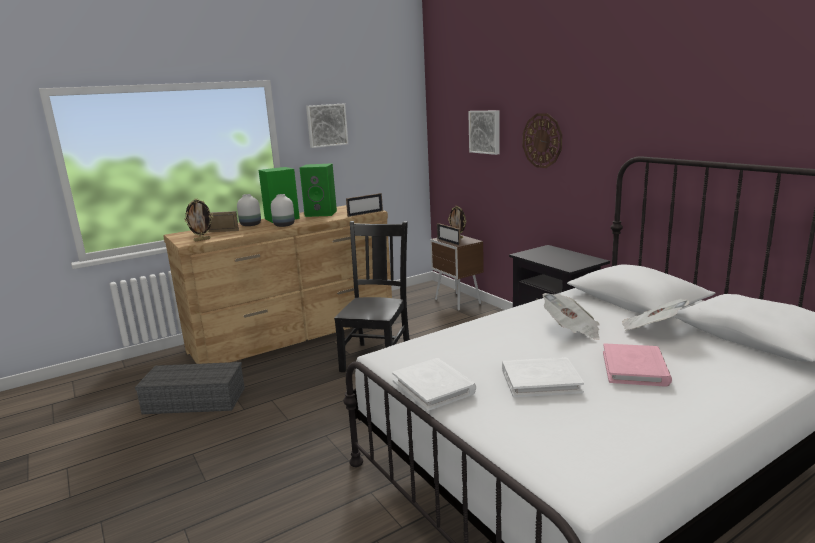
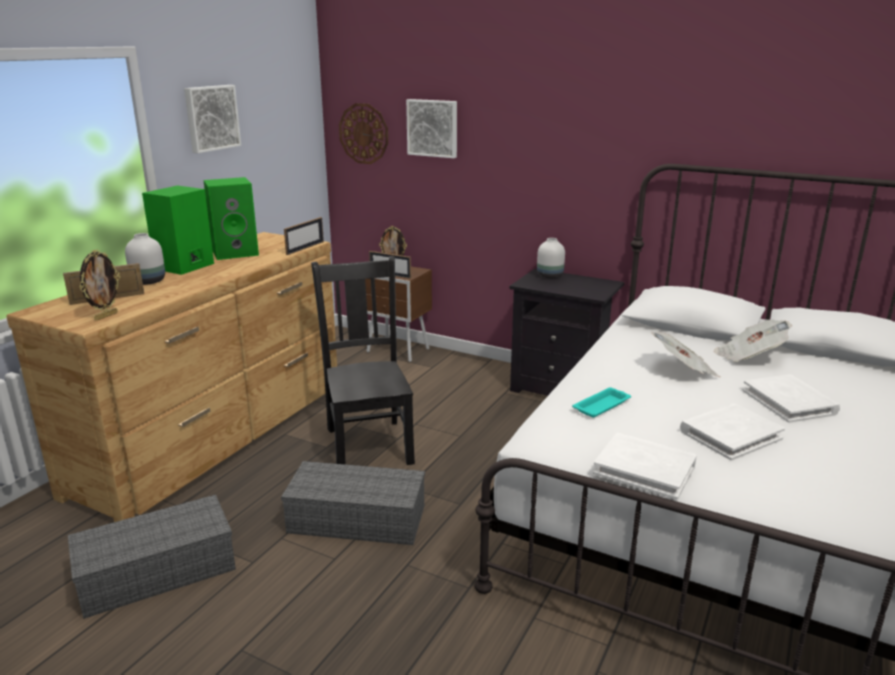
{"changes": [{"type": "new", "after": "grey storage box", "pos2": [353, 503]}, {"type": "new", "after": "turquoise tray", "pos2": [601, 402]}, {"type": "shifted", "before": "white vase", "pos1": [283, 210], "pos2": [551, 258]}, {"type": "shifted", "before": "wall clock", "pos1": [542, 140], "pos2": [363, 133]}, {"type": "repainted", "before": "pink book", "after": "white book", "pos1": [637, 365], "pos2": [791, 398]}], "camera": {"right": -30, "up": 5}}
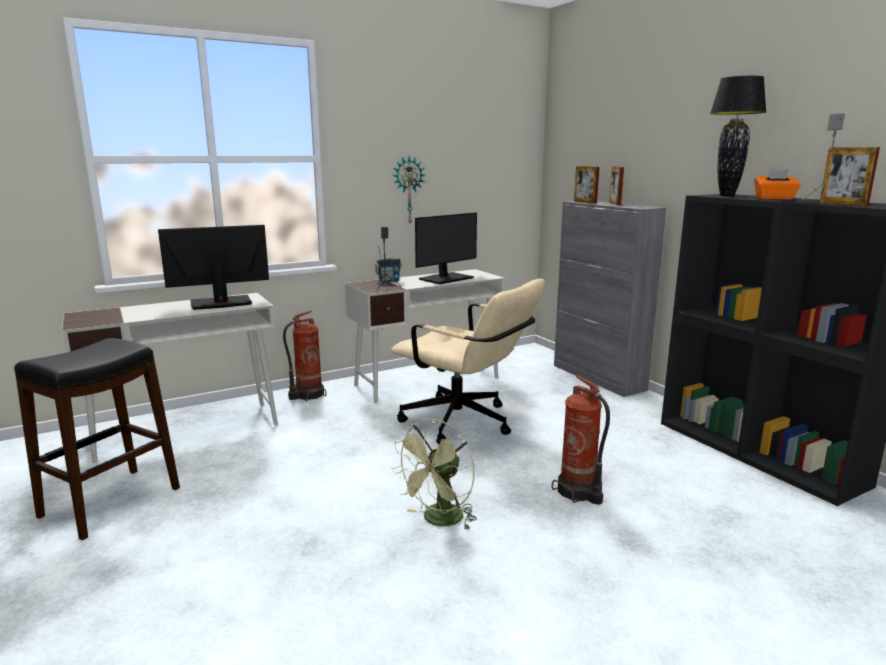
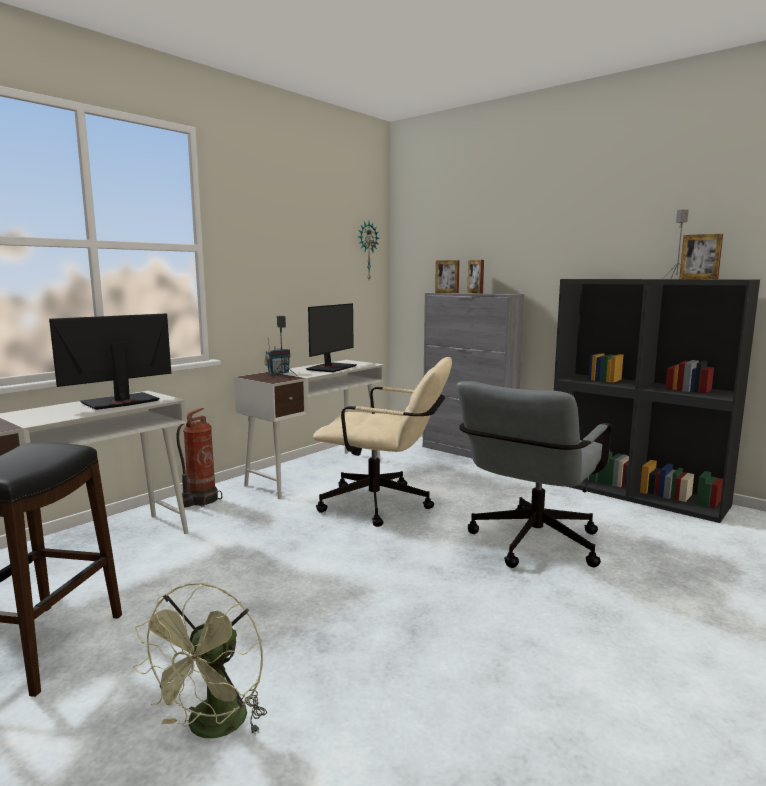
{"changes": [{"type": "gone", "before": "black table lamp", "pos1": [738, 136]}, {"type": "gone", "before": "orange tissue box", "pos1": [777, 184]}, {"type": "shifted", "before": "green fan", "pos1": [434, 474], "pos2": [200, 660]}, {"type": "shifted", "before": "wall clock", "pos1": [408, 189], "pos2": [369, 250]}, {"type": "swapped", "before": "fire extinguisher", "after": "grey office chair", "pos1": [581, 440], "pos2": [533, 474]}], "camera": {"right": -20, "up": -5}}
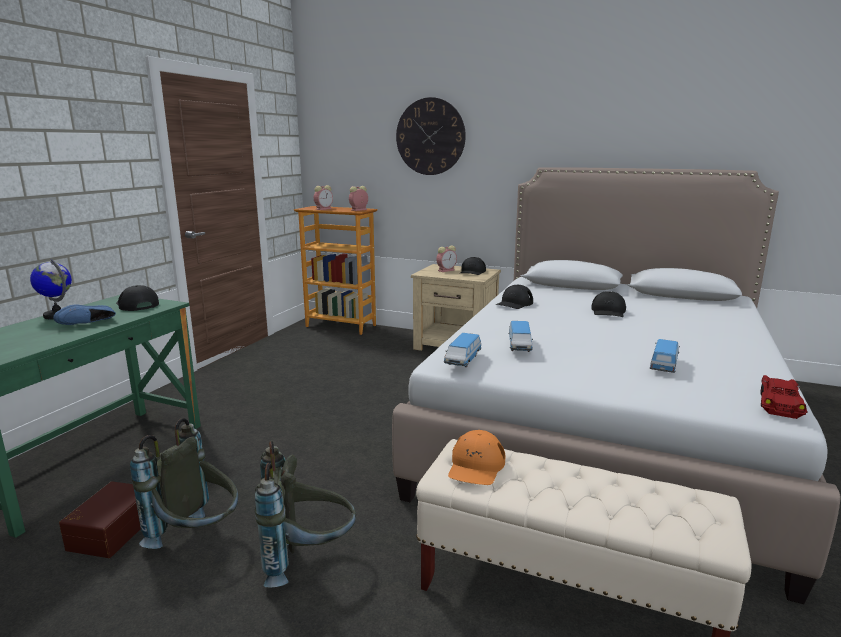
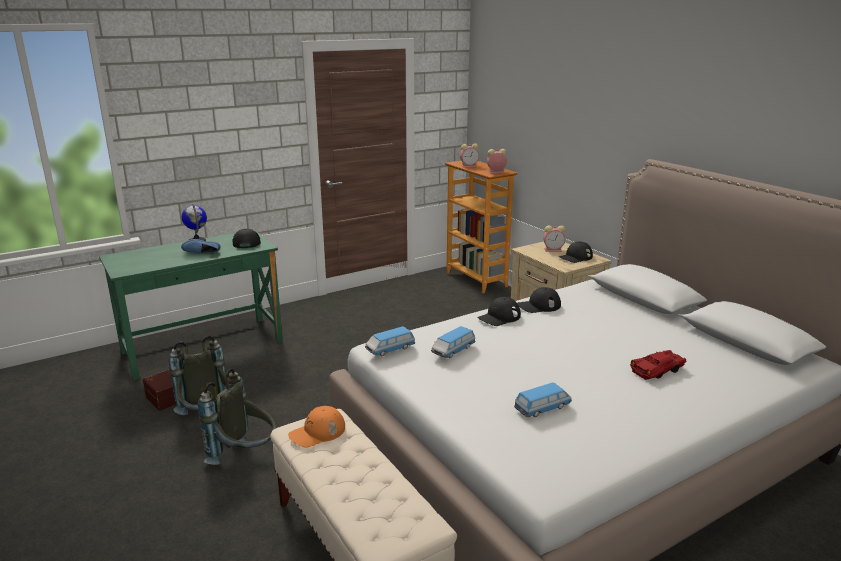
{"changes": [{"type": "gone", "before": "wall clock", "pos1": [431, 136]}, {"type": "shifted", "before": "black cap", "pos1": [608, 304], "pos2": [499, 311]}, {"type": "shifted", "before": "red toy car", "pos1": [784, 397], "pos2": [658, 365]}], "camera": {"right": 35, "up": 5}}
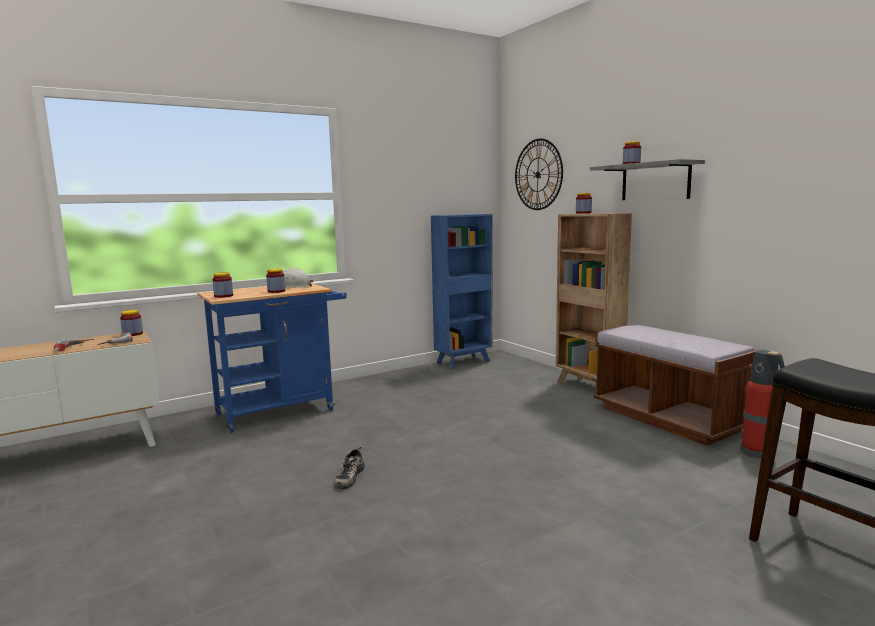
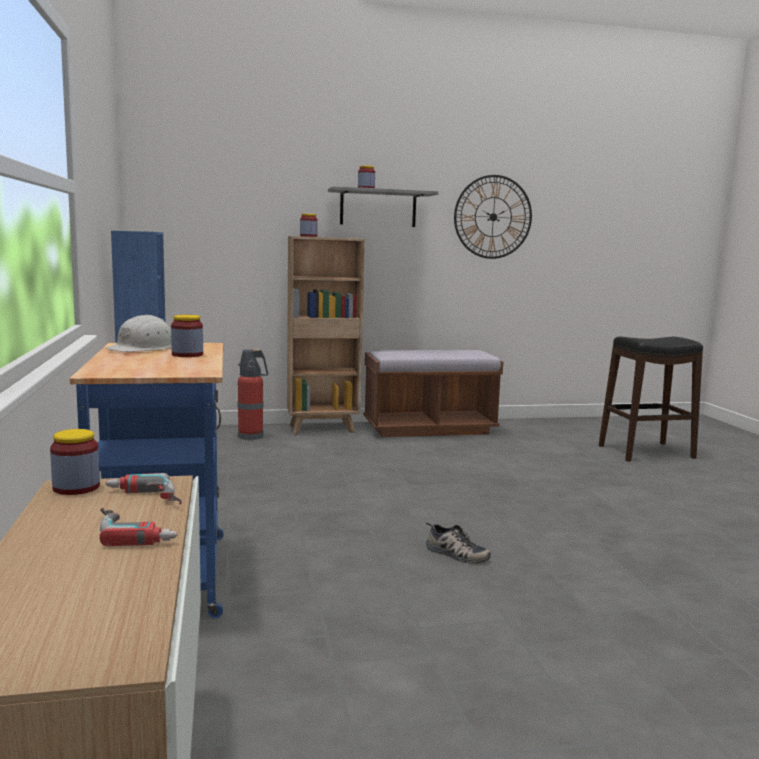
{"changes": [{"type": "gone", "before": "jar", "pos1": [223, 285]}, {"type": "shifted", "before": "wall clock", "pos1": [539, 174], "pos2": [493, 217]}, {"type": "shifted", "before": "fire extinguisher", "pos1": [762, 404], "pos2": [253, 394]}], "camera": {"right": -70, "up": 0}}
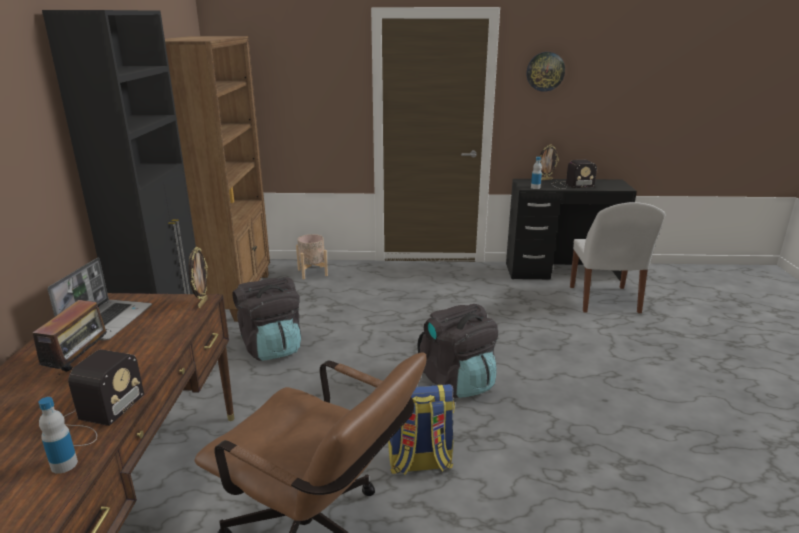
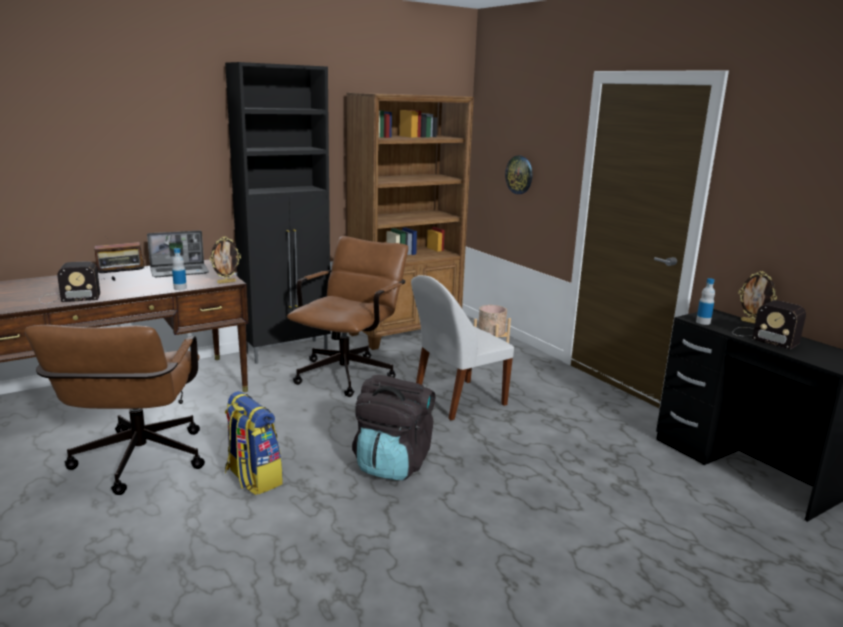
{"changes": [{"type": "shifted", "before": "bottle", "pos1": [58, 435], "pos2": [179, 269]}, {"type": "shifted", "before": "wall clock", "pos1": [546, 72], "pos2": [518, 174]}, {"type": "shifted", "before": "white chair", "pos1": [617, 257], "pos2": [462, 347]}, {"type": "swapped", "before": "black backpack", "after": "brown office chair", "pos1": [266, 319], "pos2": [347, 316]}], "camera": {"right": 55, "up": -5}}
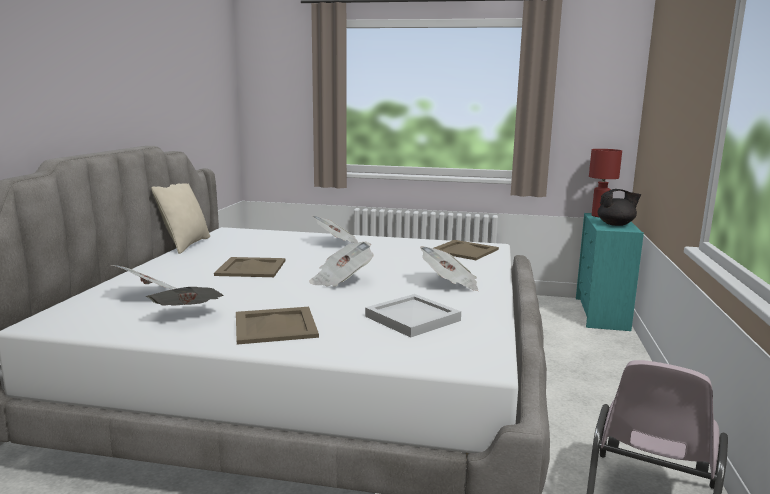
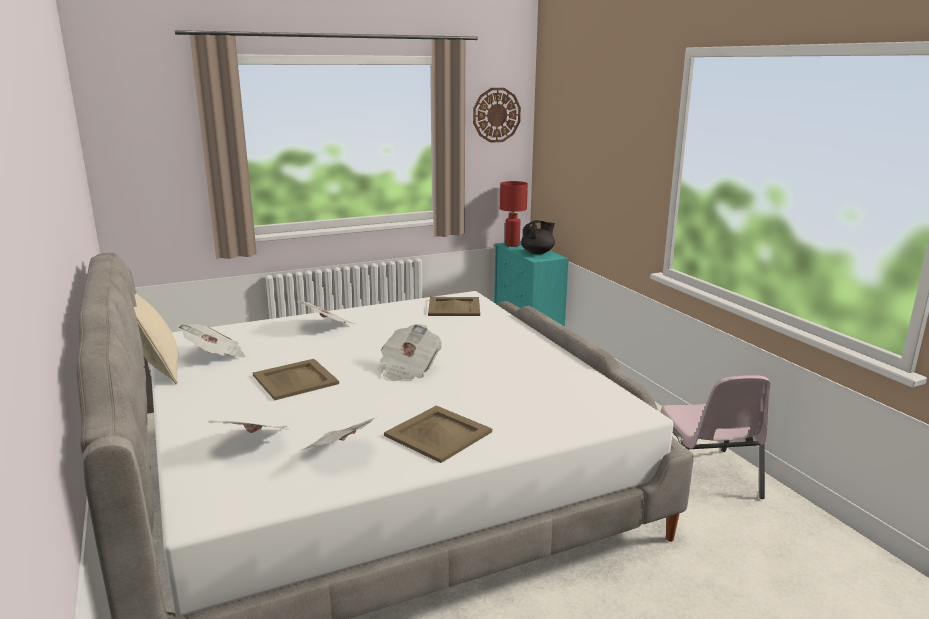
{"changes": [{"type": "gone", "before": "white tray", "pos1": [413, 315]}, {"type": "new", "after": "wall clock", "pos2": [497, 115]}, {"type": "shifted", "before": "newspaper", "pos1": [449, 268], "pos2": [211, 340]}], "camera": {"right": -35, "up": 5}}
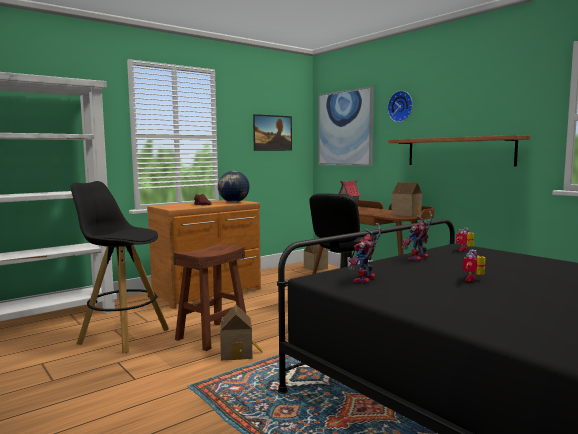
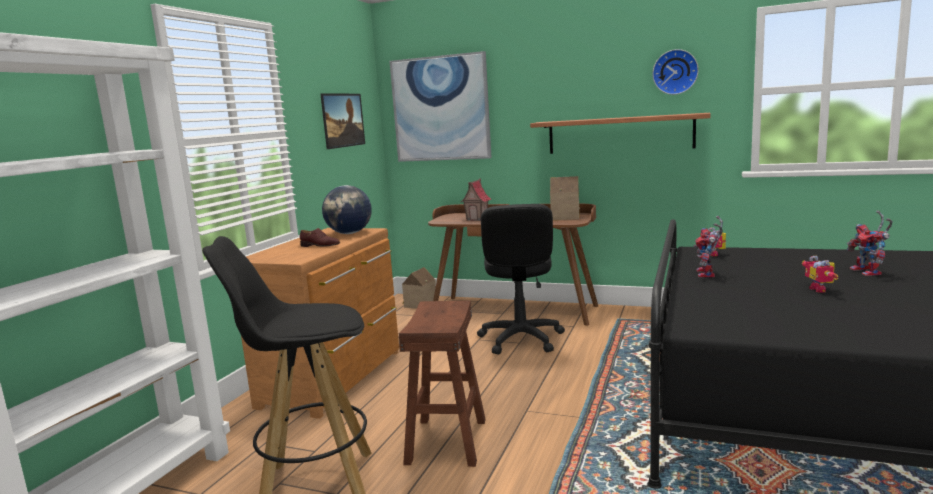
{"changes": [{"type": "gone", "before": "toy house", "pos1": [241, 332]}, {"type": "shifted", "before": "toy robot", "pos1": [364, 253], "pos2": [870, 243]}, {"type": "shifted", "before": "wall clock", "pos1": [400, 106], "pos2": [675, 72]}], "camera": {"right": -30, "up": 5}}
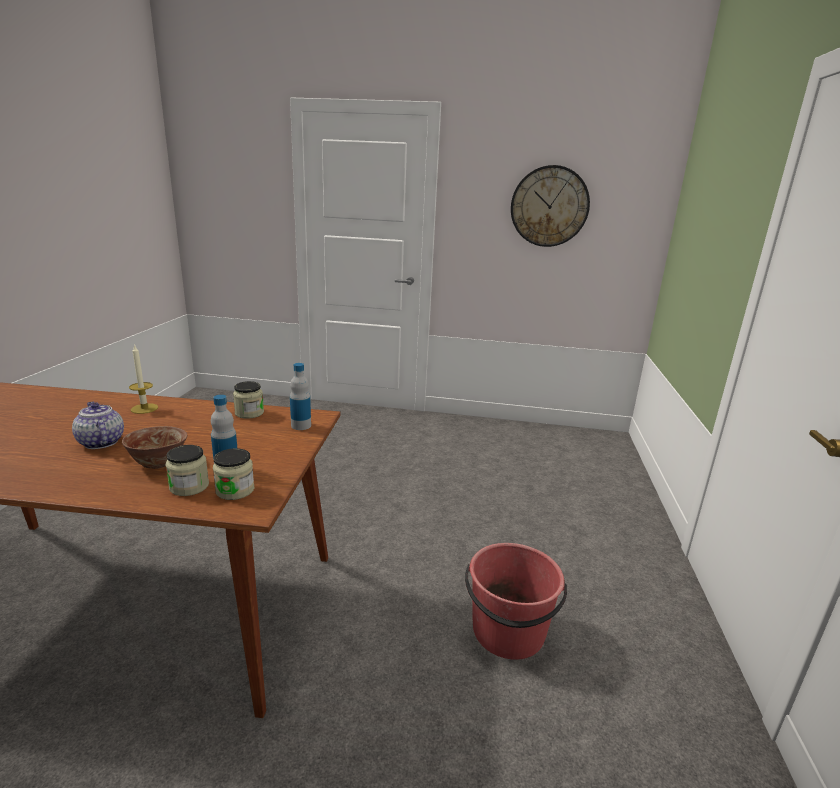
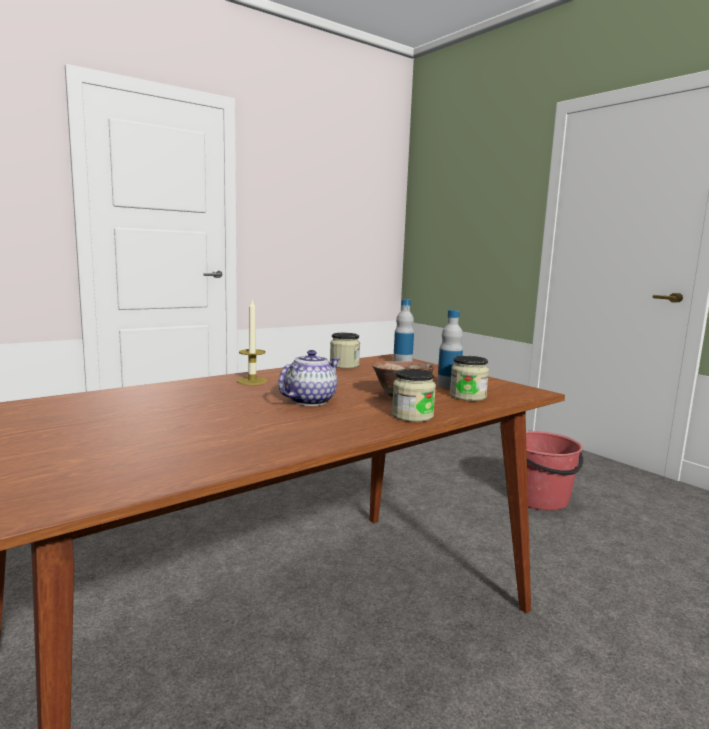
{"changes": [{"type": "gone", "before": "wall clock", "pos1": [550, 206]}, {"type": "shifted", "before": "jar", "pos1": [233, 474], "pos2": [414, 395]}, {"type": "rotated", "before": "teapot", "pos1": [98, 425], "pos2": [309, 378], "turn": 120}], "camera": {"right": -45, "up": -10}}
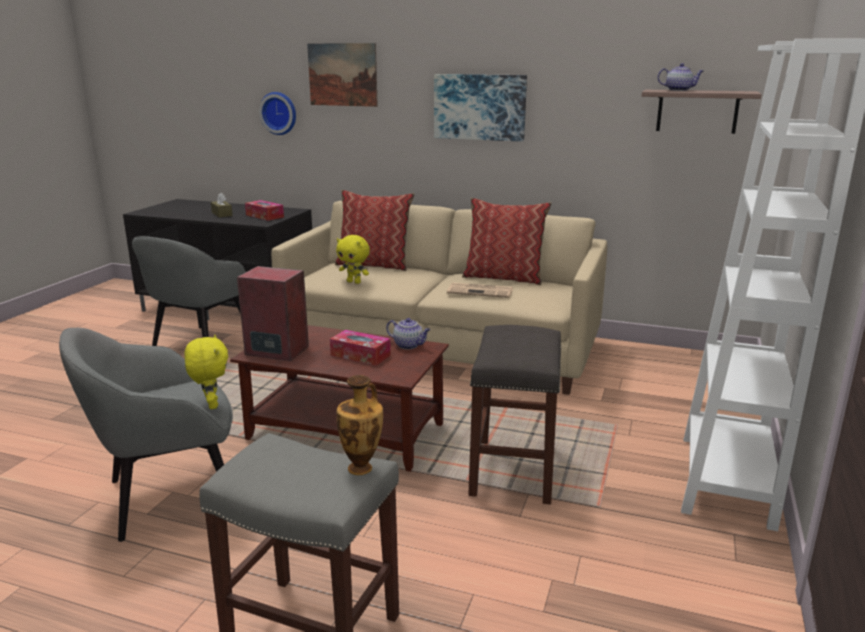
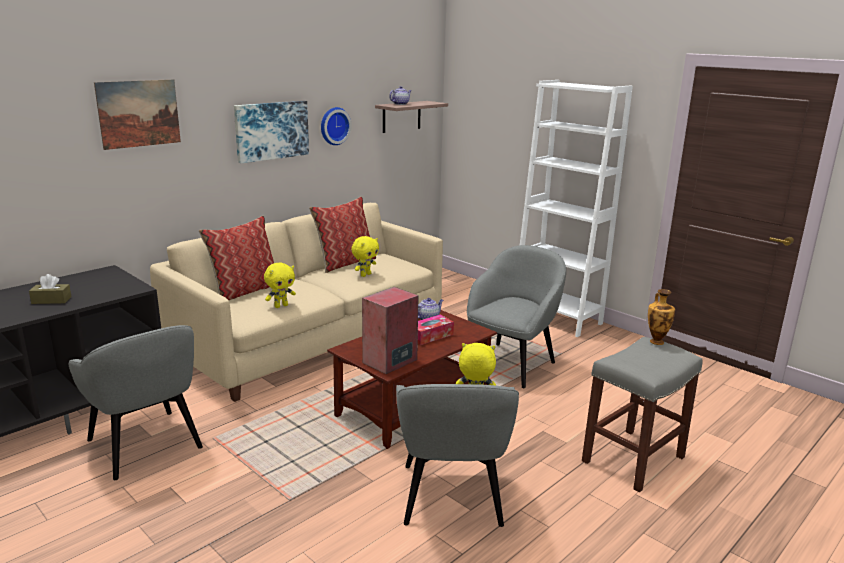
{"changes": [{"type": "gone", "before": "tissue box", "pos1": [264, 210]}, {"type": "shifted", "before": "wall clock", "pos1": [277, 113], "pos2": [336, 126]}, {"type": "swapped", "before": "newspaper", "after": "yellow plush toy", "pos1": [480, 290], "pos2": [365, 256]}, {"type": "swapped", "before": "grey stool", "after": "grey armchair", "pos1": [514, 414], "pos2": [516, 316]}], "camera": {"right": -65, "up": 0}}
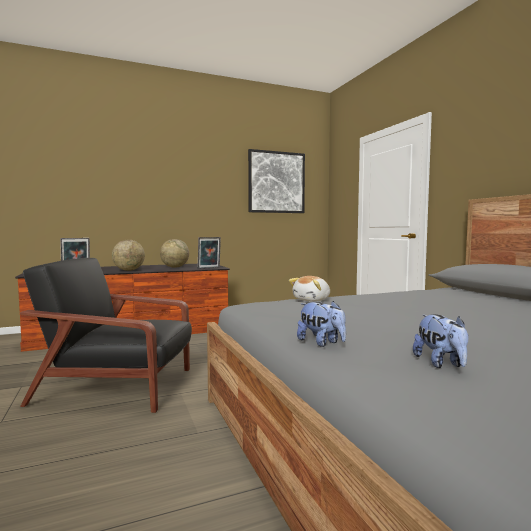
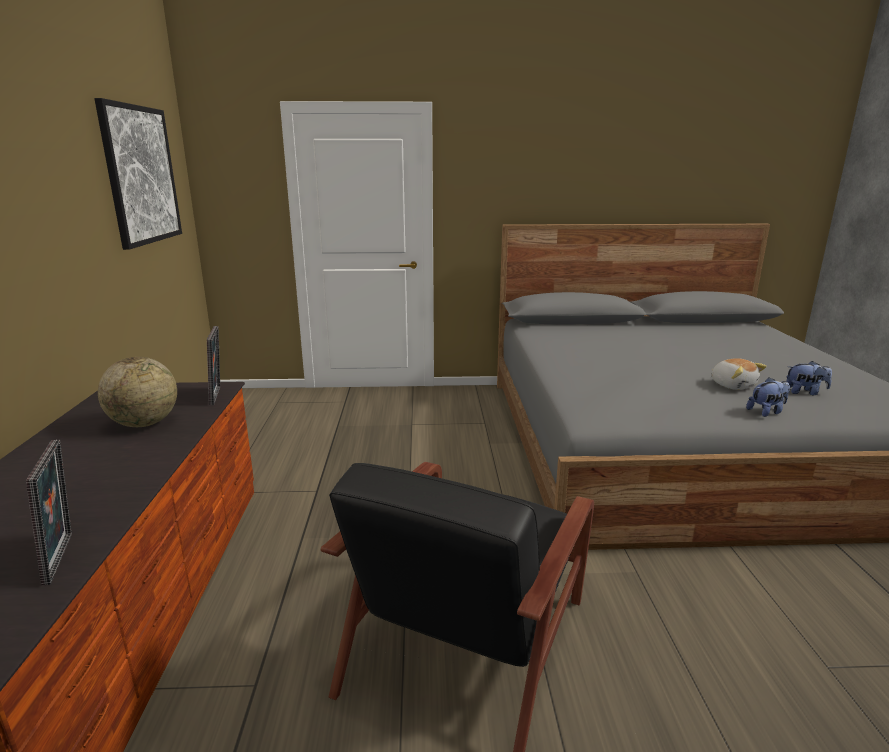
{"changes": [{"type": "gone", "before": "globe", "pos1": [128, 255]}, {"type": "shifted", "before": "plush toy", "pos1": [309, 289], "pos2": [739, 374]}], "camera": {"right": -70, "up": 15}}
